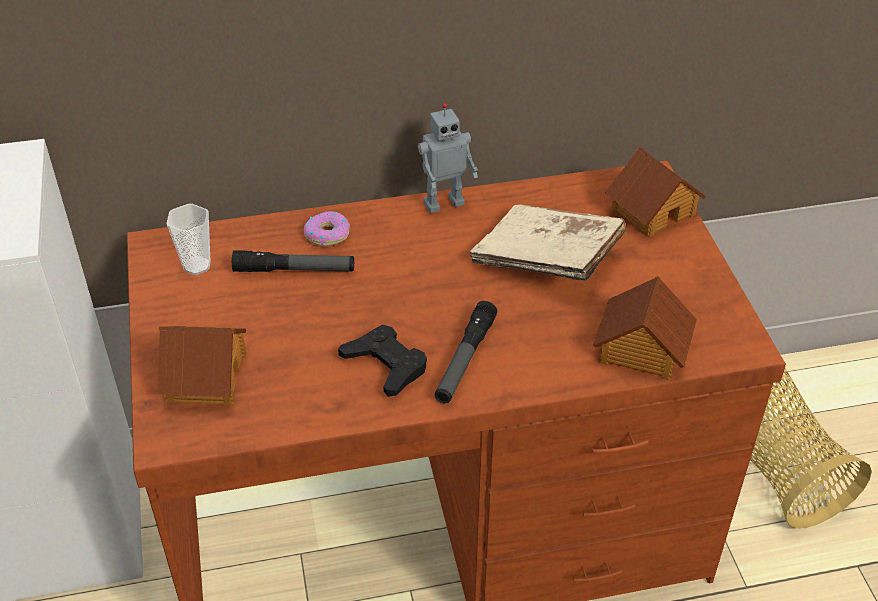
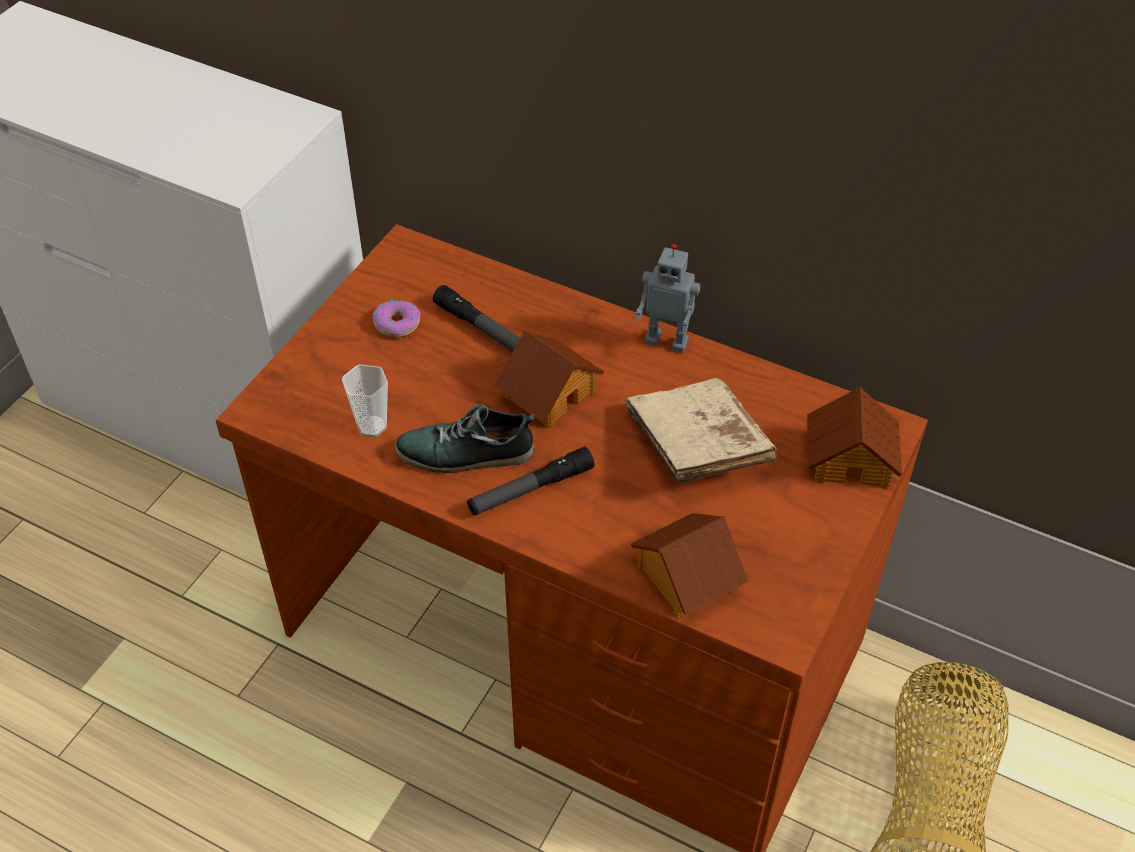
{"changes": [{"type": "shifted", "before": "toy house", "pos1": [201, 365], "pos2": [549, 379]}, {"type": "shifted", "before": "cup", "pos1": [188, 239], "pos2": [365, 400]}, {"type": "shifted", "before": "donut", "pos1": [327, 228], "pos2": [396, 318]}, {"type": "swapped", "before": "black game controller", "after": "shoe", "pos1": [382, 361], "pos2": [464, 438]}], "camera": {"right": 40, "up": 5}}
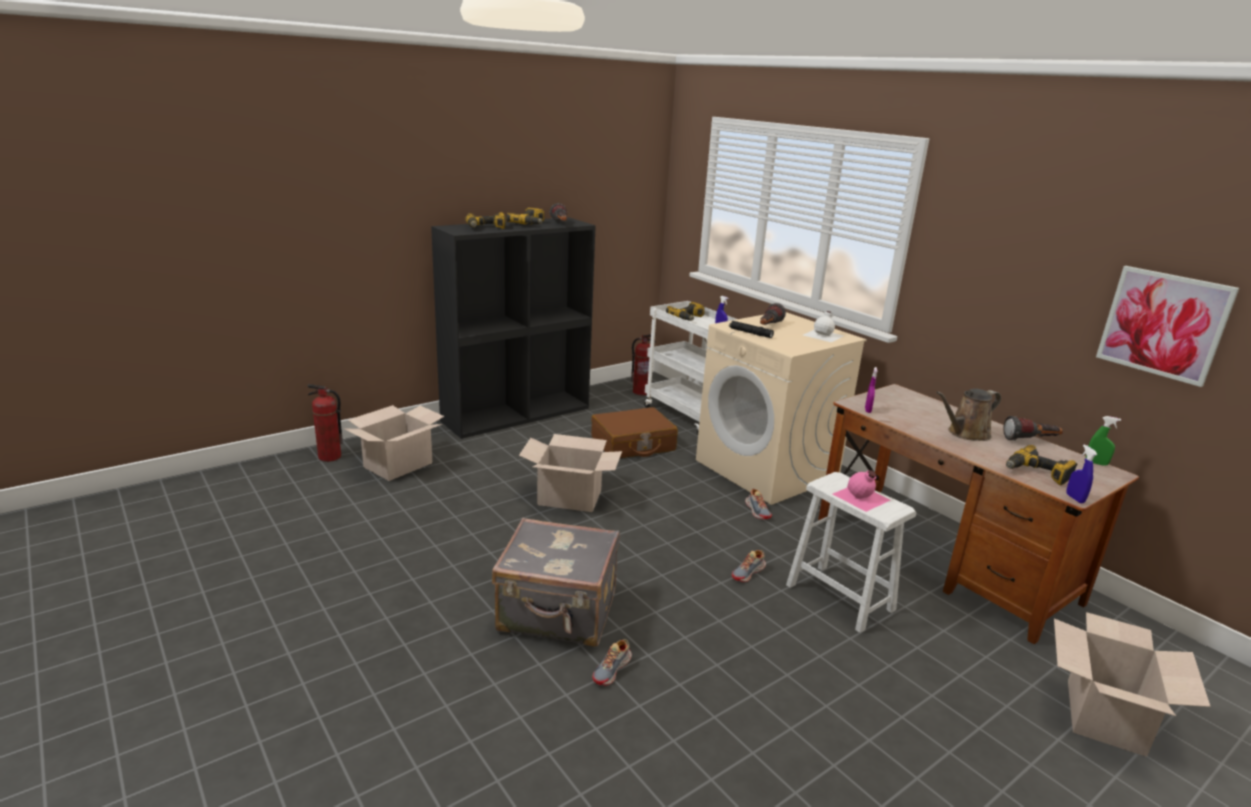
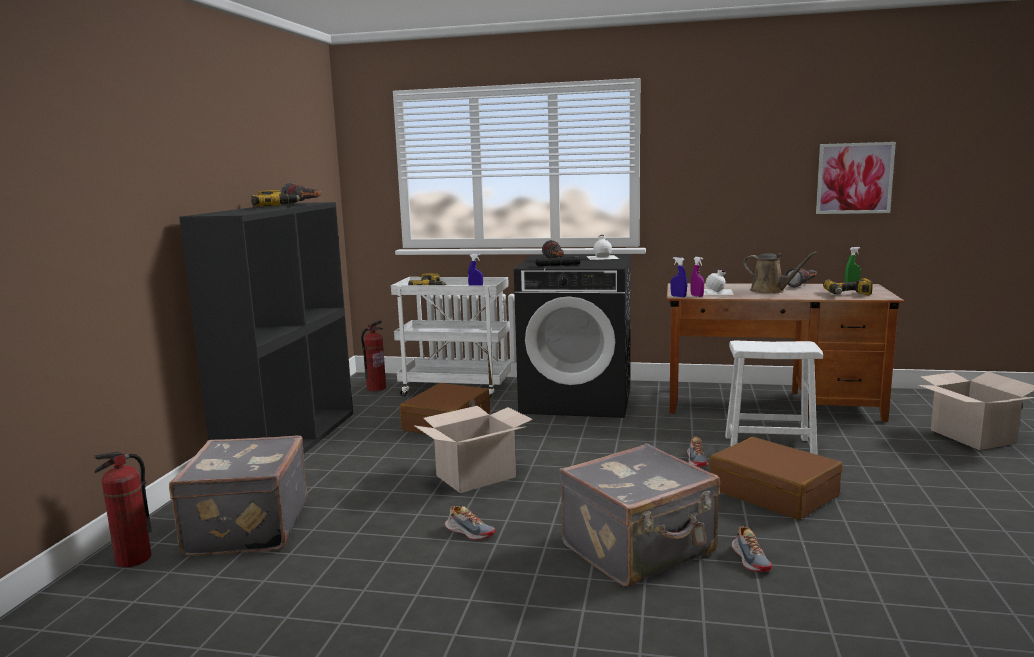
{"changes": [{"type": "gone", "before": "power drill", "pos1": [485, 220]}, {"type": "gone", "before": "pink bottle", "pos1": [862, 491]}, {"type": "new", "after": "white bottle", "pos2": [719, 282]}, {"type": "new", "after": "brown suitcase", "pos2": [776, 478]}, {"type": "shifted", "before": "shoe", "pos1": [758, 504], "pos2": [470, 523]}, {"type": "shifted", "before": "blue spray bottle", "pos1": [1082, 474], "pos2": [678, 277]}, {"type": "swapped", "before": "cardboard box", "after": "grey suitcase", "pos1": [394, 443], "pos2": [238, 496]}, {"type": "repainted", "before": "beige washing machine", "after": "black washing machine", "pos1": [781, 408], "pos2": [572, 336]}, {"type": "rotated", "before": "brown watering can", "pos1": [968, 414], "pos2": [780, 273], "turn": -75}], "camera": {"right": -40, "up": -10}}
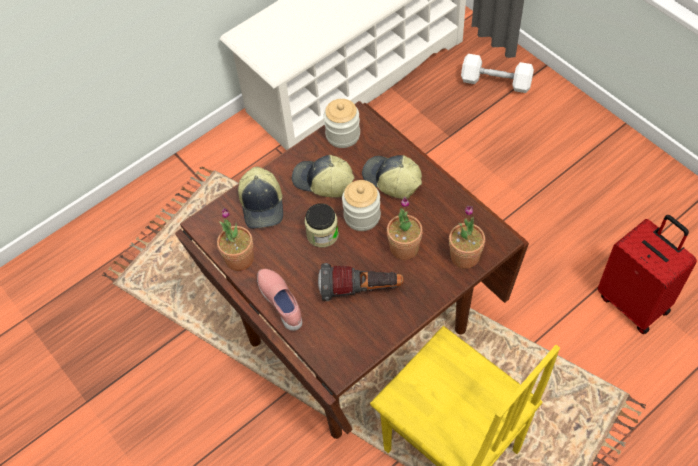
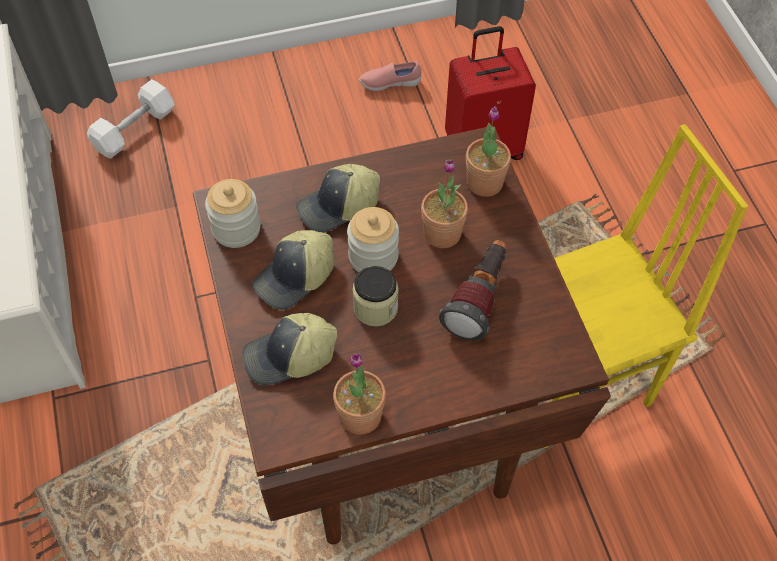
{"changes": [{"type": "shifted", "before": "pink shoe", "pos1": [279, 300], "pos2": [390, 76]}, {"type": "rotated", "before": "cap", "pos1": [260, 198], "pos2": [289, 349], "turn": 150}], "camera": {"right": -70, "up": 0}}
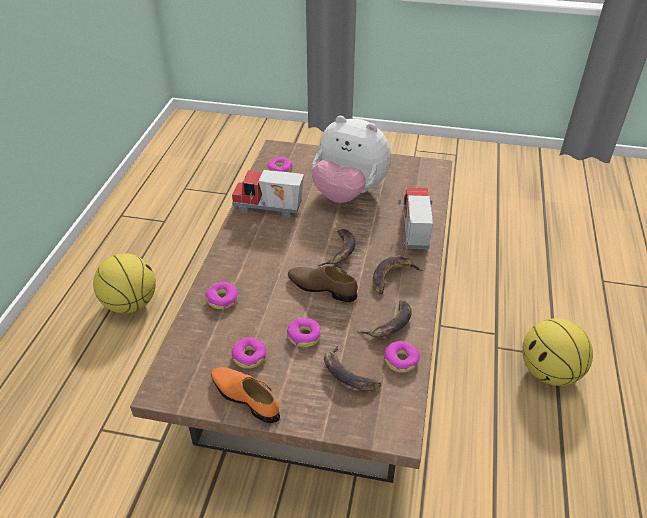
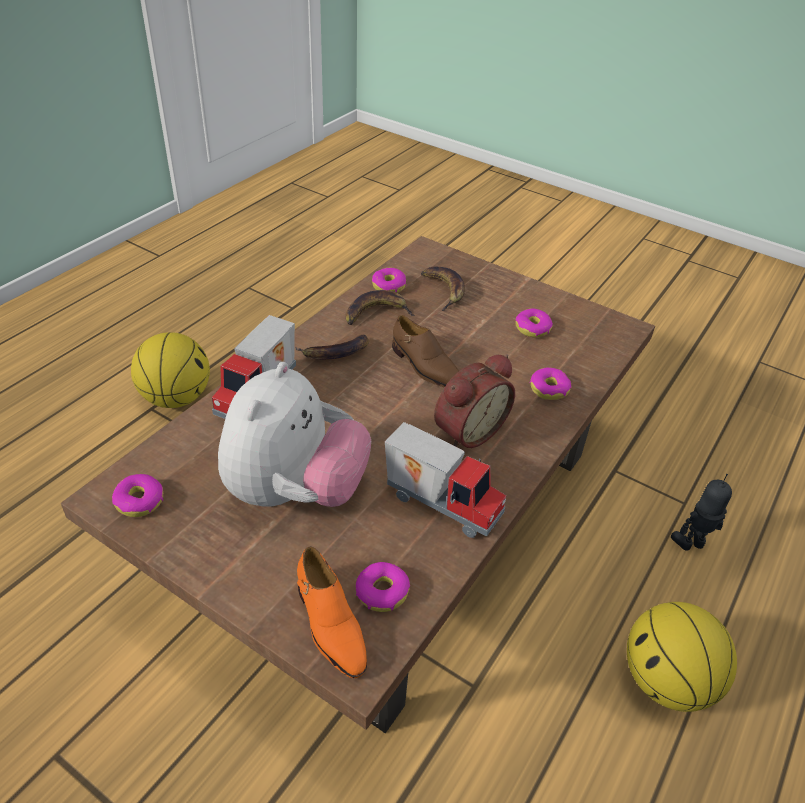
{"changes": [{"type": "gone", "before": "banana", "pos1": [337, 247]}, {"type": "new", "after": "alarm clock", "pos2": [474, 401]}, {"type": "new", "after": "toy robot", "pos2": [701, 512]}, {"type": "shifted", "before": "orange shoe", "pos1": [245, 395], "pos2": [332, 612]}, {"type": "shifted", "before": "donut", "pos1": [304, 332], "pos2": [137, 495]}, {"type": "rotated", "before": "plush toy", "pos1": [351, 159], "pos2": [294, 434], "turn": 60}], "camera": {"right": -160, "up": 0}}
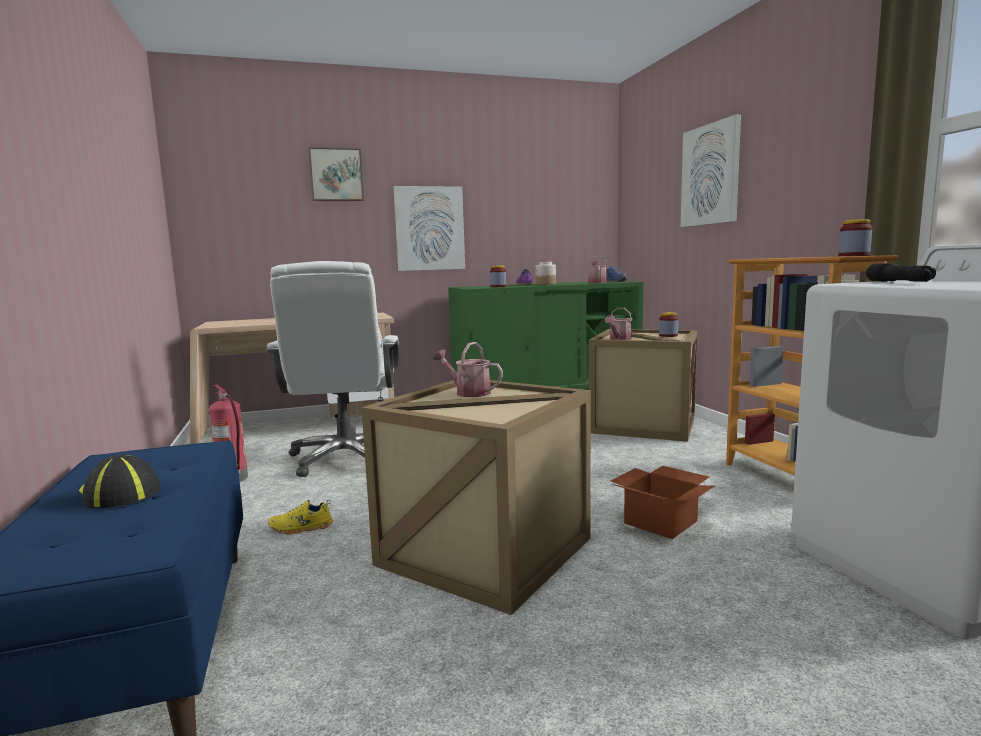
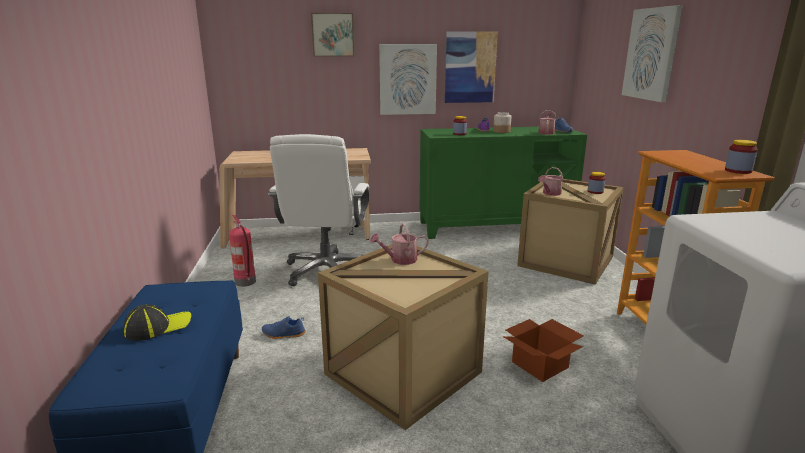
{"changes": [{"type": "gone", "before": "black flashlight", "pos1": [901, 272]}, {"type": "new", "after": "picture", "pos2": [471, 67]}, {"type": "repainted", "before": "yellow shoe", "after": "blue shoe", "pos1": [300, 517], "pos2": [284, 327]}, {"type": "rotated", "before": "cap", "pos1": [120, 481], "pos2": [157, 322], "turn": 90}, {"type": "rotated", "before": "watering can", "pos1": [468, 369], "pos2": [399, 244], "turn": -60}], "camera": {"right": 10, "up": 10}}
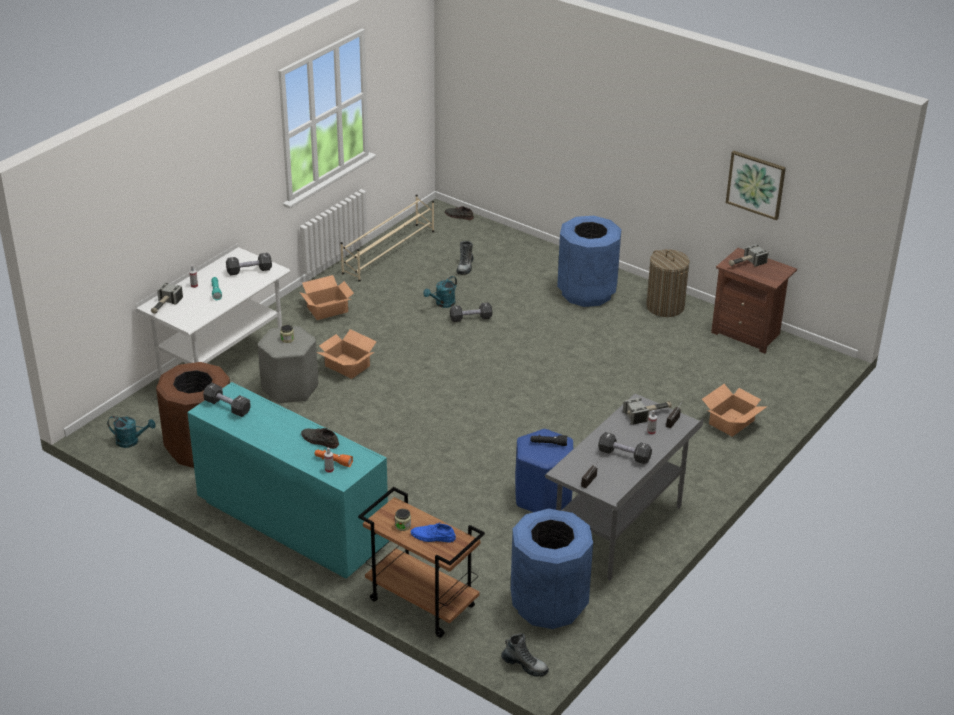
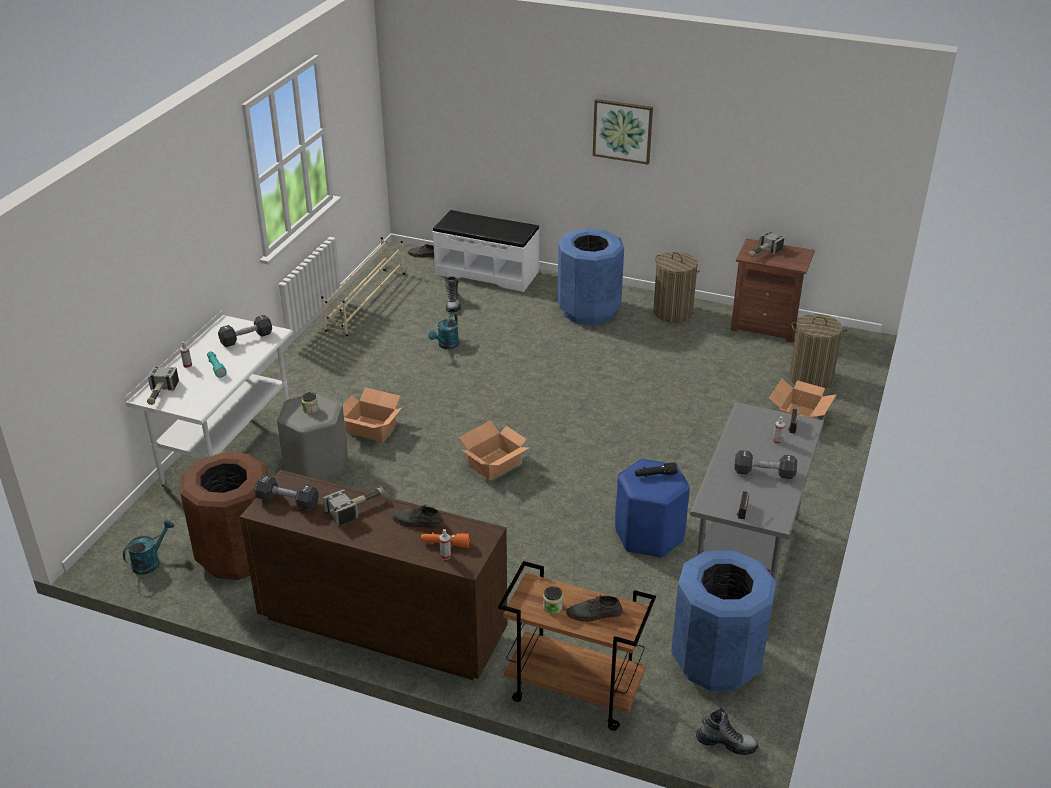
{"changes": [{"type": "gone", "before": "black dumbbell", "pos1": [471, 312]}, {"type": "new", "after": "white bench", "pos2": [485, 251]}, {"type": "new", "after": "laundry basket", "pos2": [818, 351]}, {"type": "shifted", "before": "cardboard box", "pos1": [327, 297], "pos2": [494, 450]}, {"type": "shifted", "before": "hammer", "pos1": [647, 411], "pos2": [354, 506]}, {"type": "shifted", "before": "picture", "pos1": [756, 185], "pos2": [623, 131]}, {"type": "repainted", "before": "turquoise dresser", "after": "brown dresser", "pos1": [288, 480], "pos2": [374, 575]}, {"type": "repainted", "before": "blue shoe", "after": "grey shoe", "pos1": [433, 533], "pos2": [594, 608]}, {"type": "rotated", "before": "turquoise watering can", "pos1": [131, 432], "pos2": [148, 547], "turn": -45}], "camera": {"right": -15, "up": 0}}
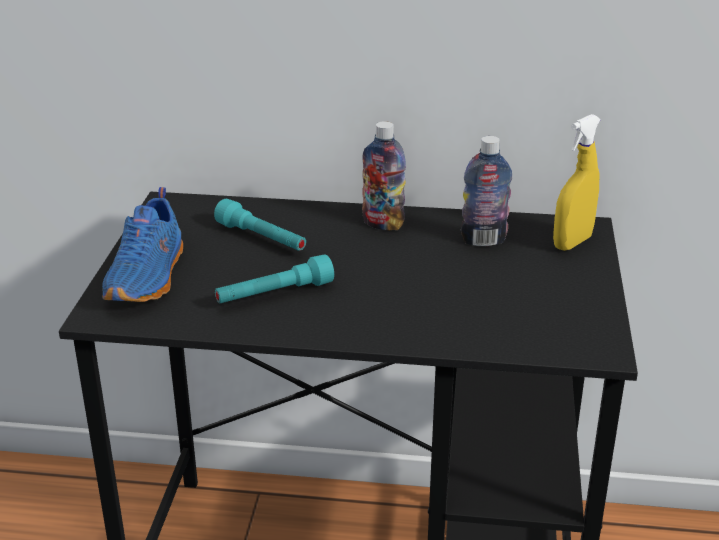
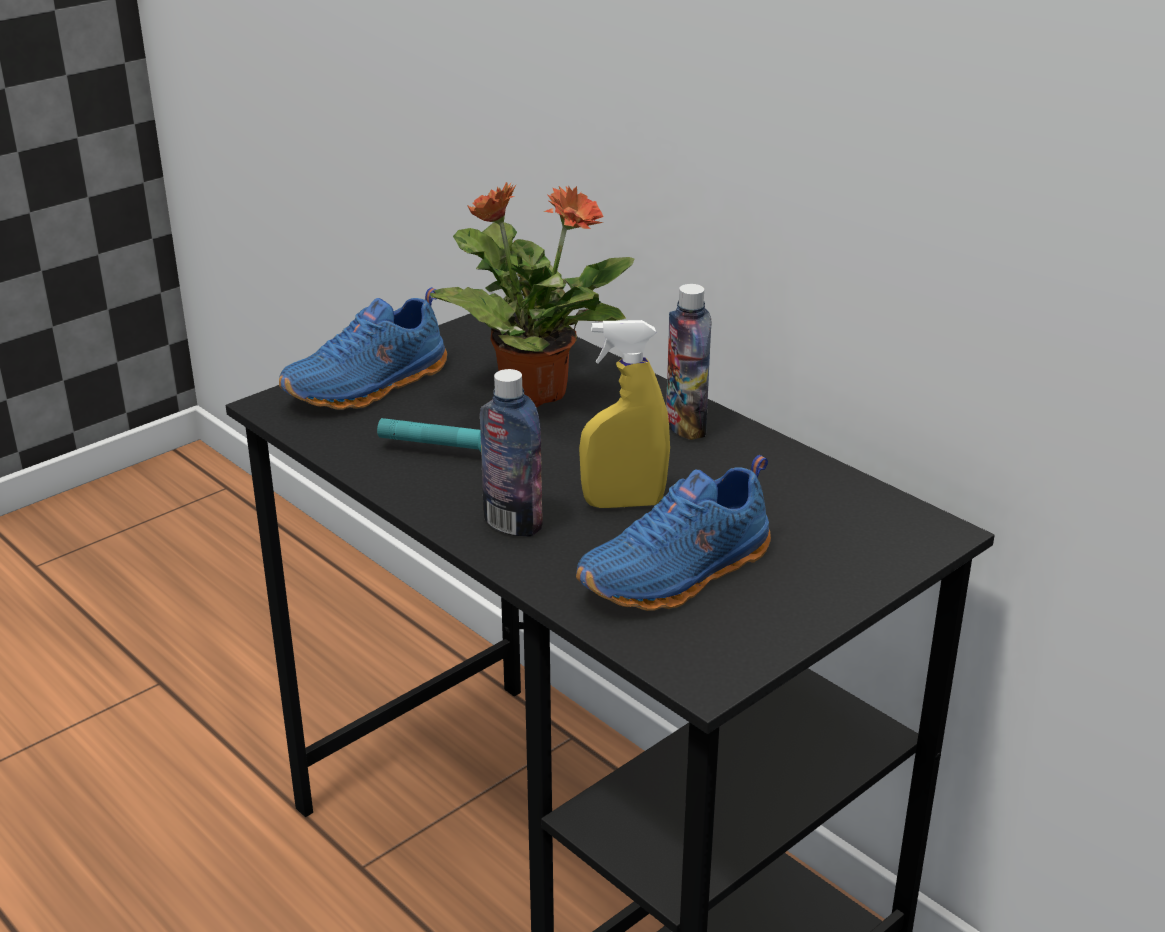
{"changes": [{"type": "new", "after": "blue shoe", "pos2": [673, 533]}, {"type": "shifted", "before": "bottle", "pos1": [486, 191], "pos2": [511, 453]}, {"type": "shifted", "before": "yellow spray bottle", "pos1": [577, 182], "pos2": [624, 414]}, {"type": "swapped", "before": "turquoise flashlight", "after": "potted plant", "pos1": [260, 225], "pos2": [532, 295]}], "camera": {"right": 40, "up": 0}}
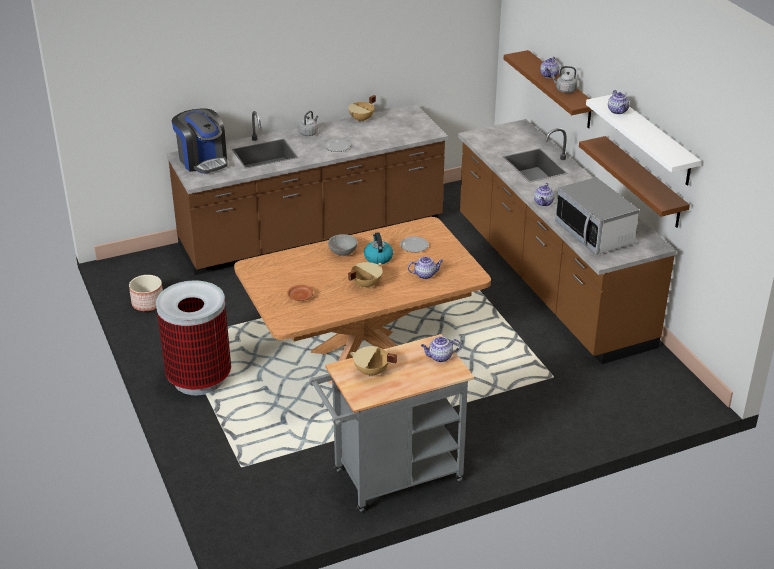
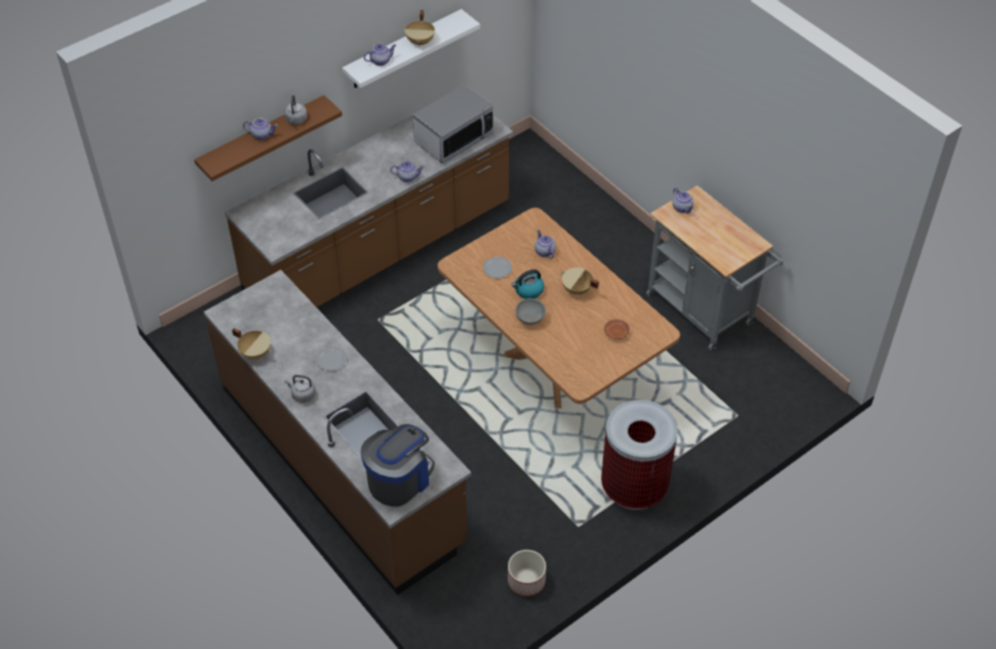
{"changes": [{"type": "gone", "before": "brown shelf", "pos1": [634, 182]}, {"type": "shifted", "before": "beige cooking pot", "pos1": [373, 361], "pos2": [420, 28]}], "camera": {"right": -105, "up": 15}}
